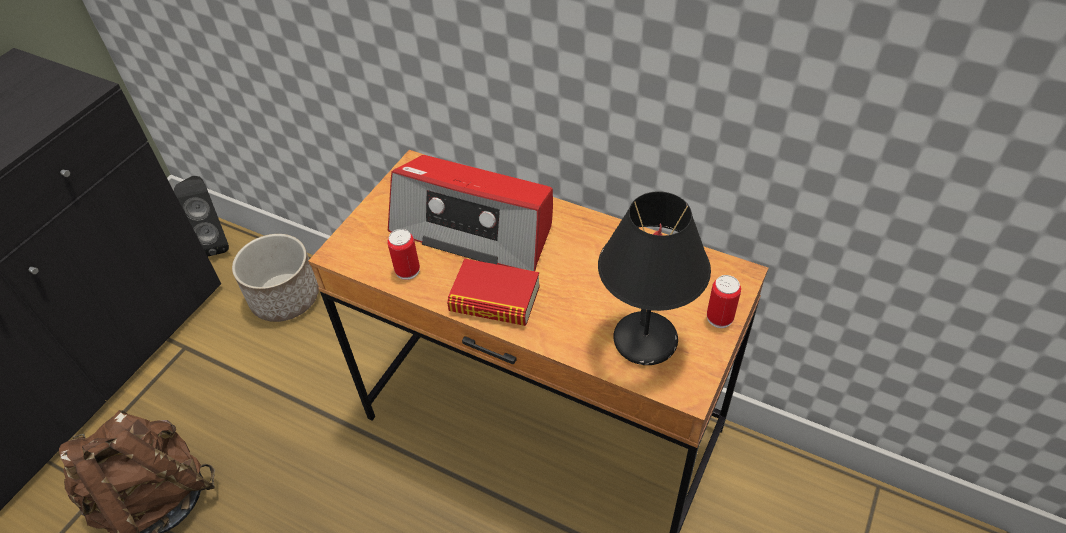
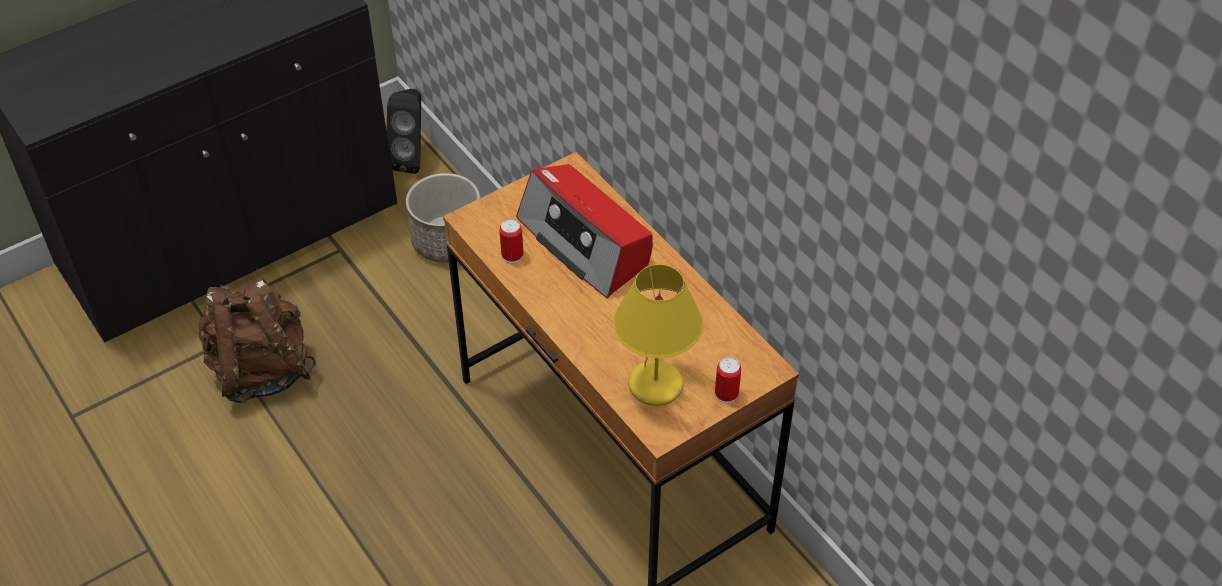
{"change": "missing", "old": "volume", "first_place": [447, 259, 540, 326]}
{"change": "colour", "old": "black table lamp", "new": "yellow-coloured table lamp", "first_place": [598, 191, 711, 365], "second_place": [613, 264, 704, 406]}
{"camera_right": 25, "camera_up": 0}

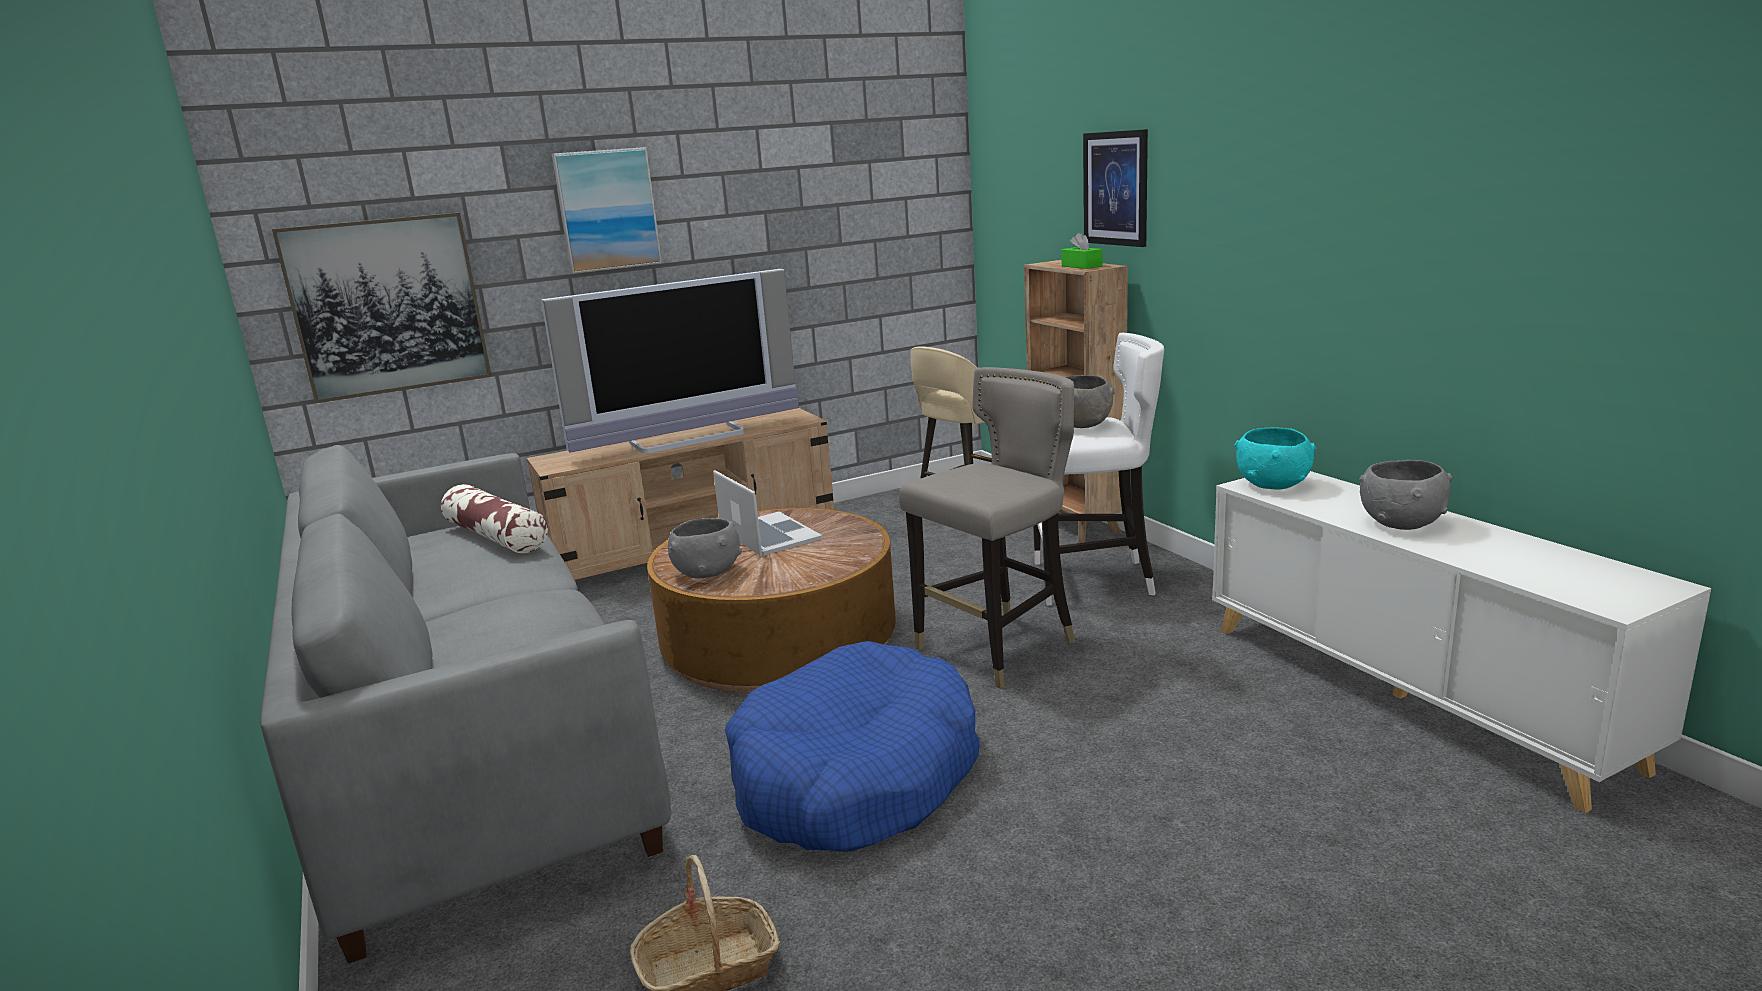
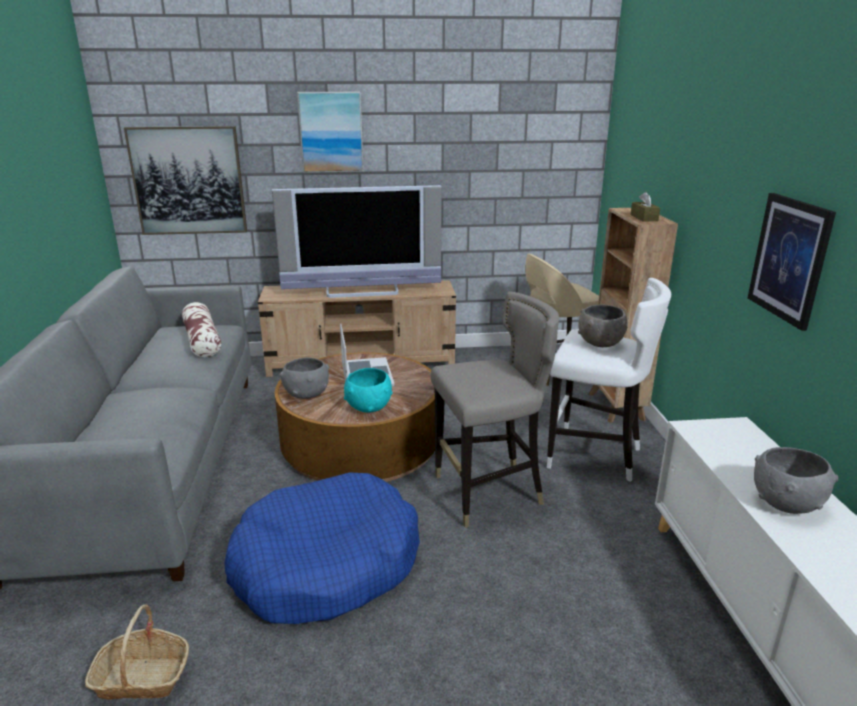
{"change": "colour", "old": "green tissue box", "new": "brown tissue box", "first_place": [1061, 232, 1102, 269], "second_place": [631, 192, 660, 222]}
{"change": "relocated", "old": "wall picture", "first_place": [1083, 129, 1148, 247], "second_place": [747, 193, 836, 331]}
{"change": "relocated", "old": "blue-green bowl", "first_place": [1234, 428, 1316, 490], "second_place": [344, 368, 392, 413]}
{"camera_right": 20, "camera_up": 5}

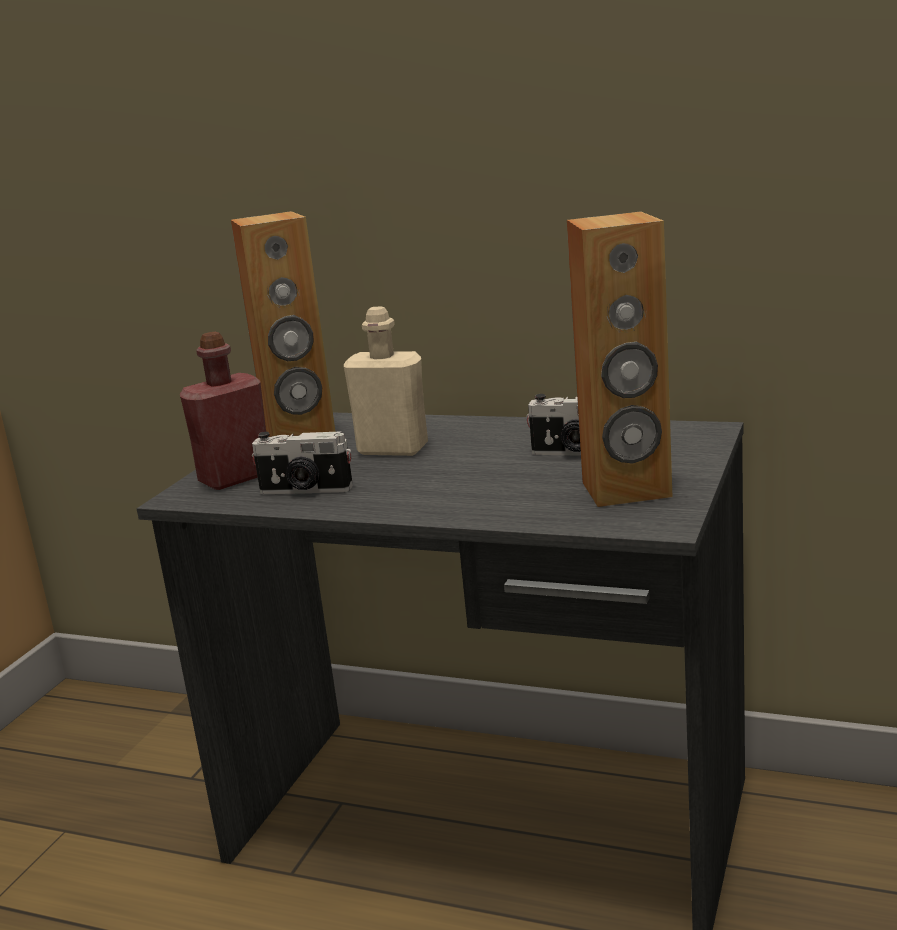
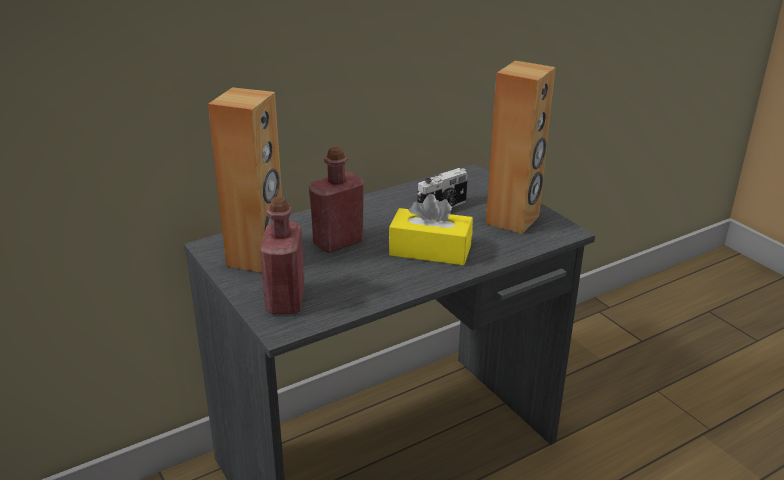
{"change": "missing", "old": "photo camera", "first_place": [252, 431, 353, 494]}
{"change": "colour", "old": "sand-coloured bottle", "new": "reddish bottle", "first_place": [344, 307, 428, 456], "second_place": [309, 147, 364, 253]}
{"change": "appeared", "new": "yellow-coloured tissue box", "second_place": [389, 194, 473, 265]}
{"camera_right": -55, "camera_up": 10}

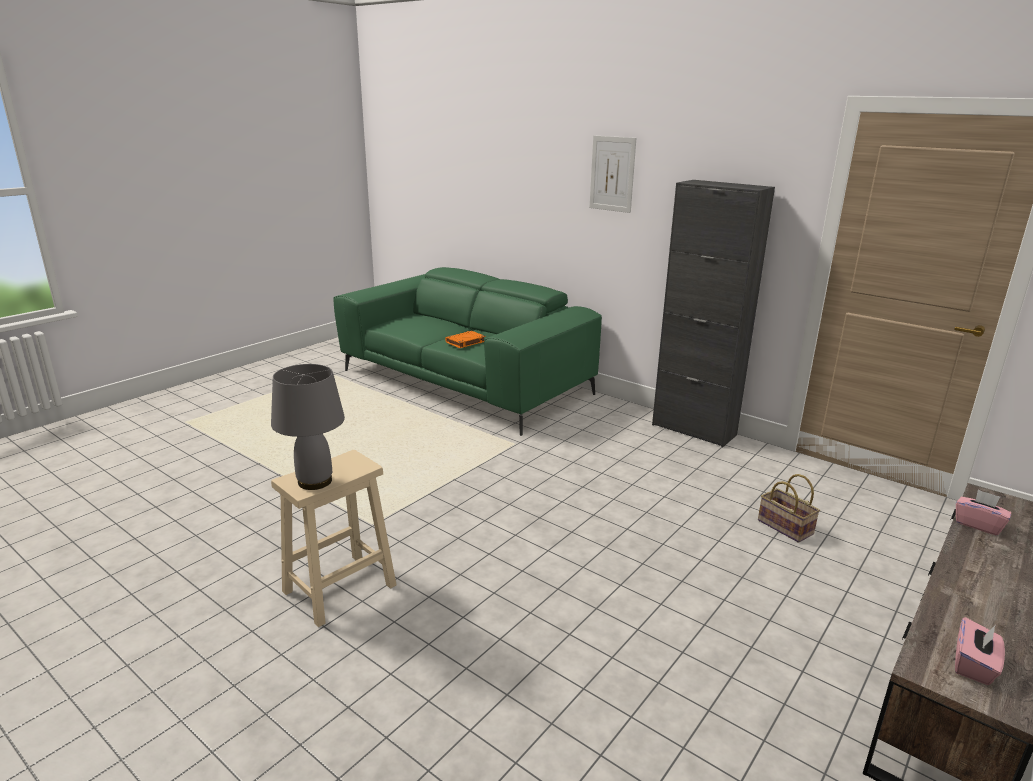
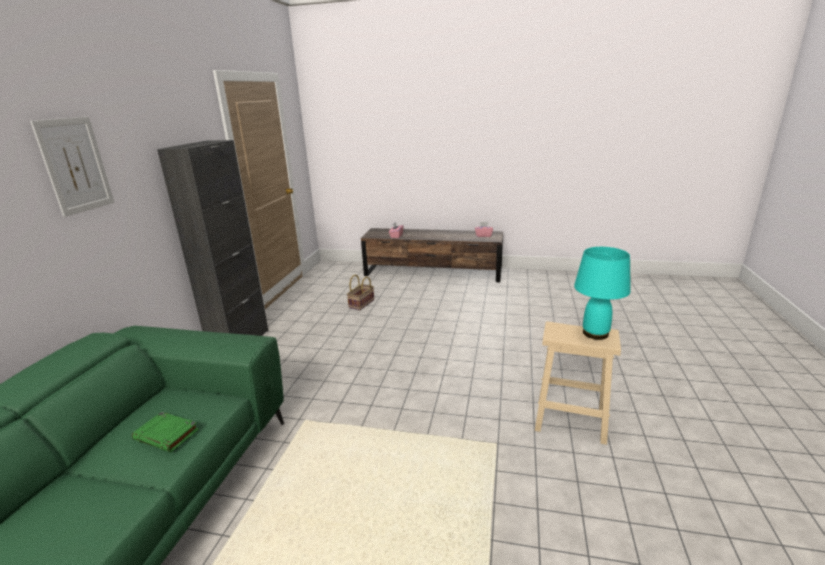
{"change": "colour", "old": "grey table lamp", "new": "blue-green table lamp", "first_place": [271, 364, 345, 490], "second_place": [574, 247, 631, 340]}
{"change": "colour", "old": "orangey volume", "new": "green volume", "first_place": [445, 331, 486, 348], "second_place": [132, 412, 199, 452]}
{"camera_right": -115, "camera_up": 0}

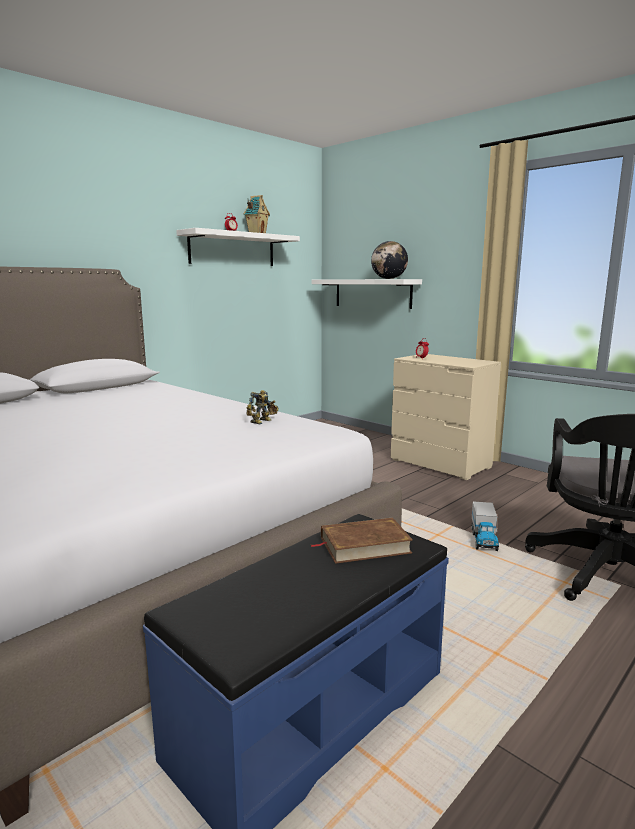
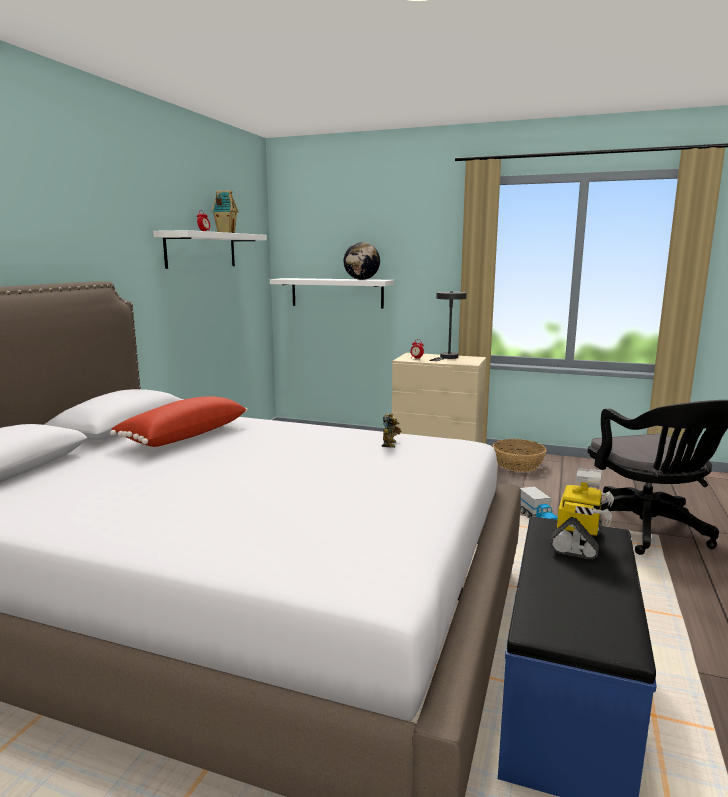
{"change": "exchanged", "old": "brown volume", "new": "robot figure", "first_place": [311, 518, 413, 564], "second_place": [550, 468, 614, 560]}
{"change": "appeared", "new": "reddish cushion", "second_place": [110, 396, 248, 447]}
{"change": "appeared", "new": "grey table lamp", "second_place": [430, 291, 467, 361]}
{"change": "appeared", "new": "storage basket", "second_place": [493, 439, 547, 472]}
{"camera_right": -25, "camera_up": 0}

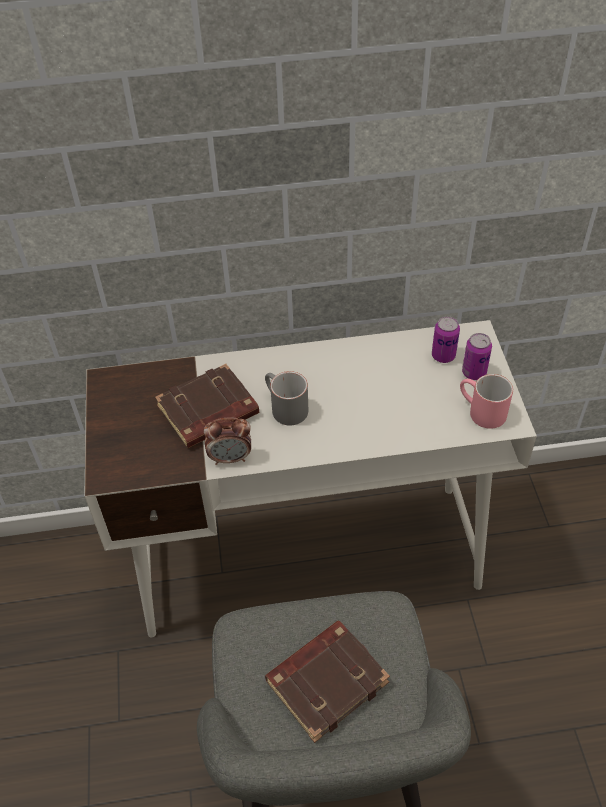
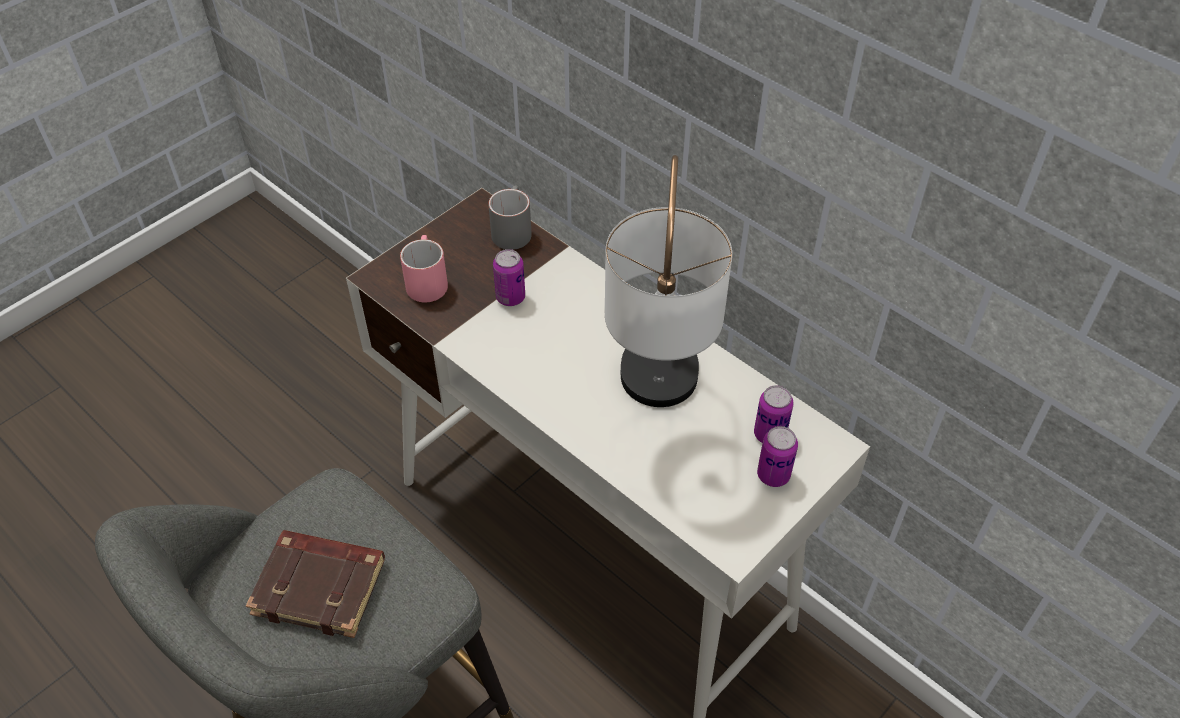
{"change": "exchanged", "old": "brown volume", "new": "metal can", "first_place": [155, 364, 259, 448], "second_place": [493, 249, 525, 306]}
{"change": "missing", "old": "alarm clock", "first_place": [204, 417, 251, 465]}
{"change": "relocated", "old": "grey mug", "first_place": [265, 371, 308, 425], "second_place": [488, 186, 532, 250]}
{"change": "relocated", "old": "pinkish mug", "first_place": [460, 374, 513, 429], "second_place": [400, 235, 448, 302]}
{"change": "appeared", "new": "table lamp", "second_place": [605, 155, 732, 407]}
{"camera_right": 50, "camera_up": 0}

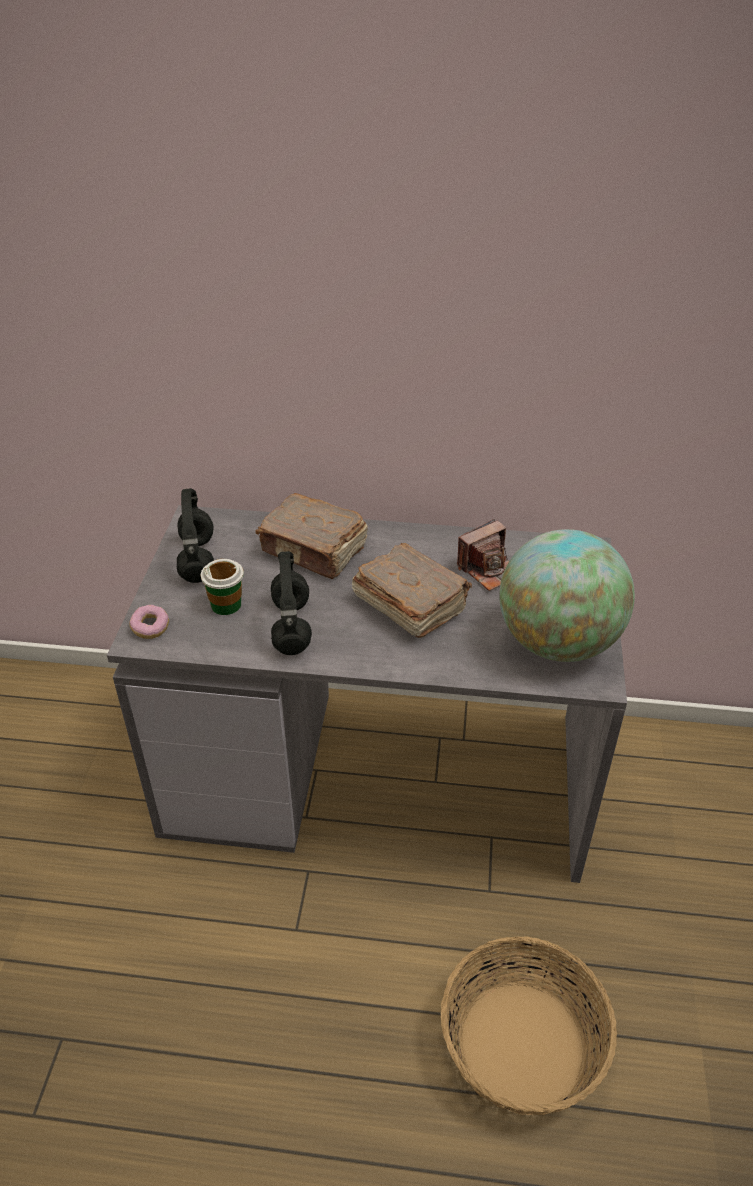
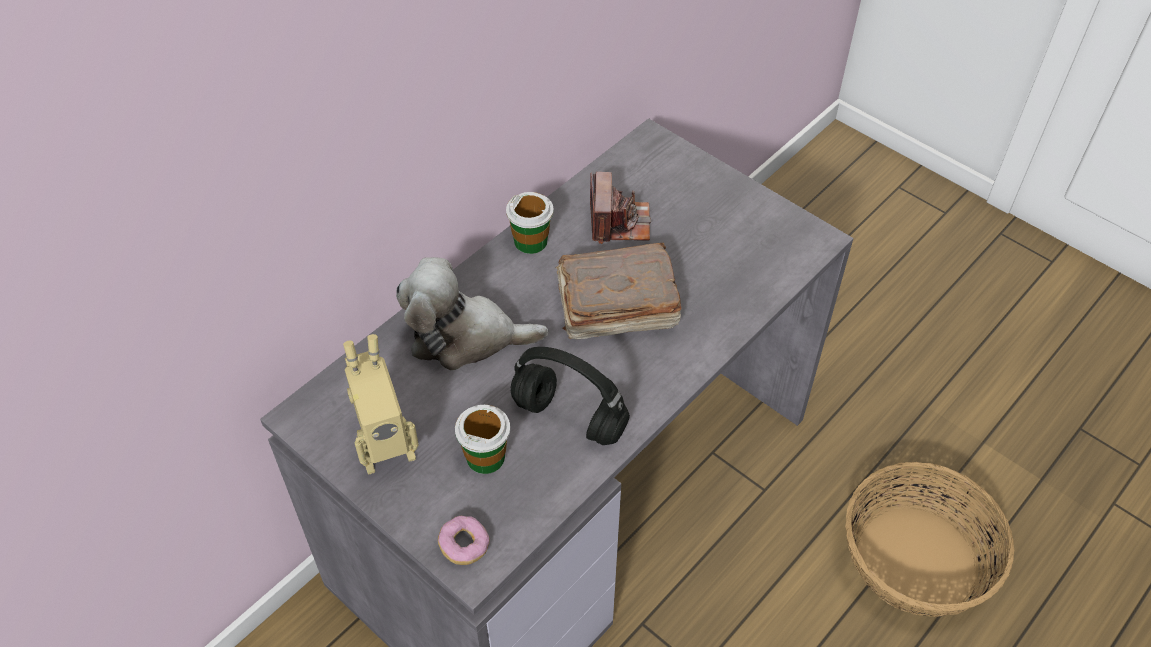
{"change": "exchanged", "old": "black headset", "new": "robot figure", "first_place": [177, 488, 214, 583], "second_place": [343, 334, 419, 474]}
{"change": "exchanged", "old": "brown volume", "new": "plush toy", "first_place": [255, 493, 368, 579], "second_place": [396, 257, 548, 371]}
{"change": "missing", "old": "globe", "first_place": [499, 529, 635, 662]}
{"change": "appeared", "new": "drinking cup", "second_place": [506, 192, 553, 254]}
{"camera_right": -55, "camera_up": 10}

